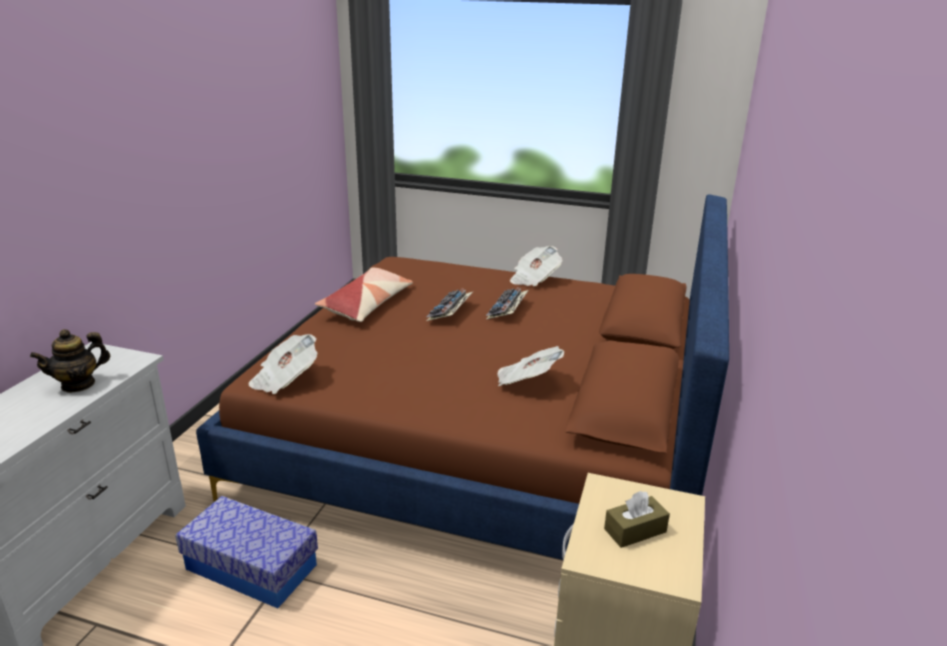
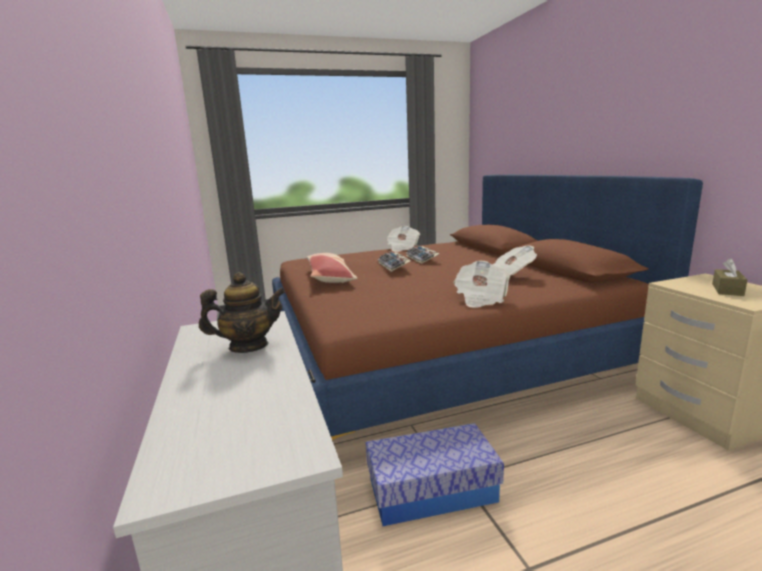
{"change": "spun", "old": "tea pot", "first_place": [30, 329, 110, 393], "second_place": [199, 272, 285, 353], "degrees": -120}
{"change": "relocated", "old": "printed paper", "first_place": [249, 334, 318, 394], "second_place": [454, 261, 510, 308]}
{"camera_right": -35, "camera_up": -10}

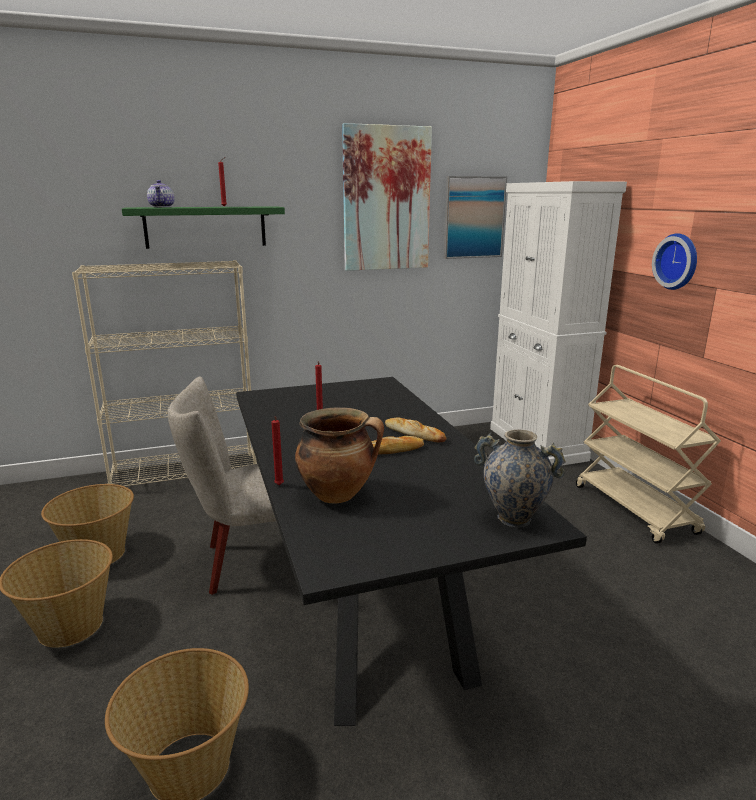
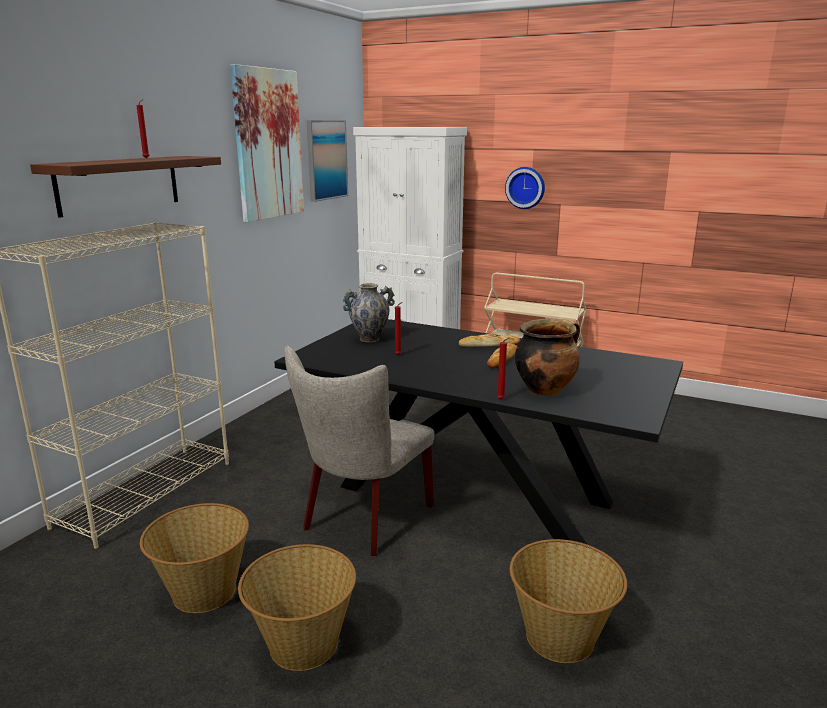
{"change": "colour", "old": "green wall shelf", "new": "brown wall shelf", "first_place": [122, 206, 285, 249], "second_place": [30, 156, 221, 218]}
{"change": "missing", "old": "tea pot", "first_place": [147, 180, 175, 207]}
{"change": "relocated", "old": "decorative vase", "first_place": [474, 429, 566, 527], "second_place": [343, 283, 395, 342]}
{"camera_right": -45, "camera_up": 0}

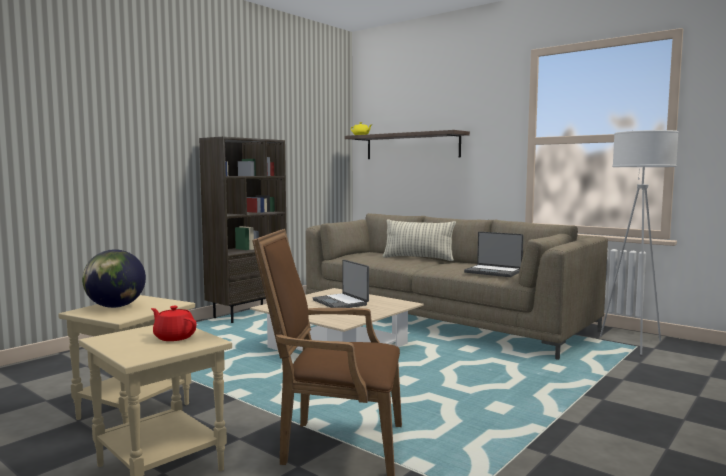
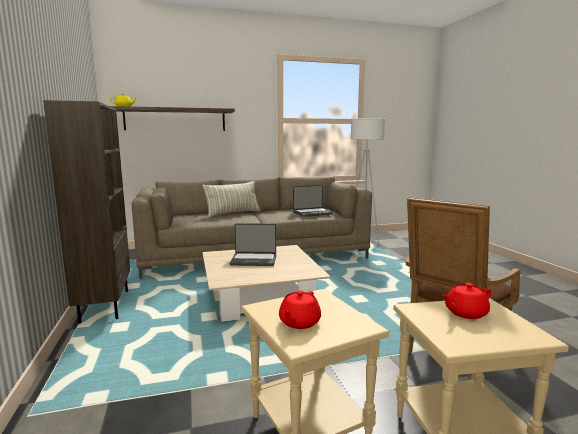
{"change": "exchanged", "old": "globe", "new": "reddish tea pot", "first_place": [82, 249, 146, 308], "second_place": [279, 290, 321, 329]}
{"camera_right": -55, "camera_up": 5}

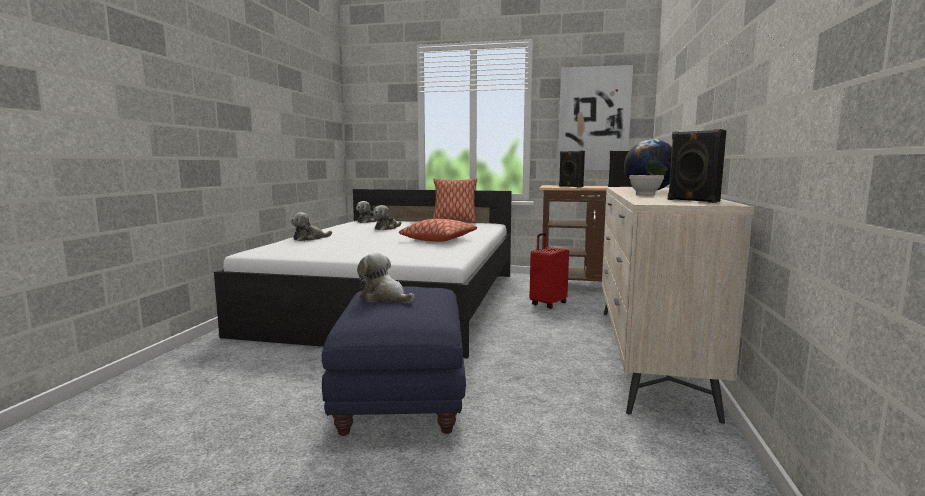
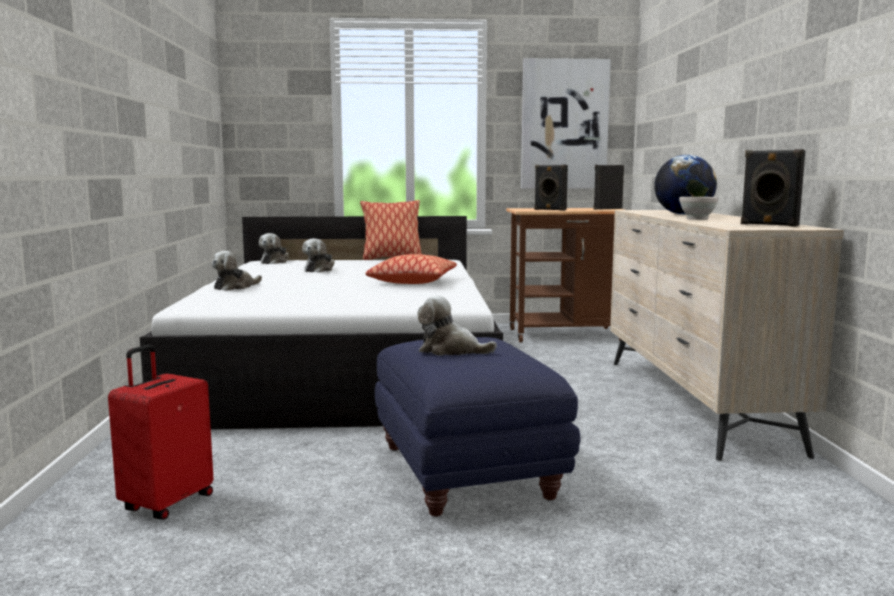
{"change": "relocated", "old": "reddish suitcase", "first_place": [529, 233, 569, 309], "second_place": [108, 344, 213, 520]}
{"camera_right": -15, "camera_up": 0}

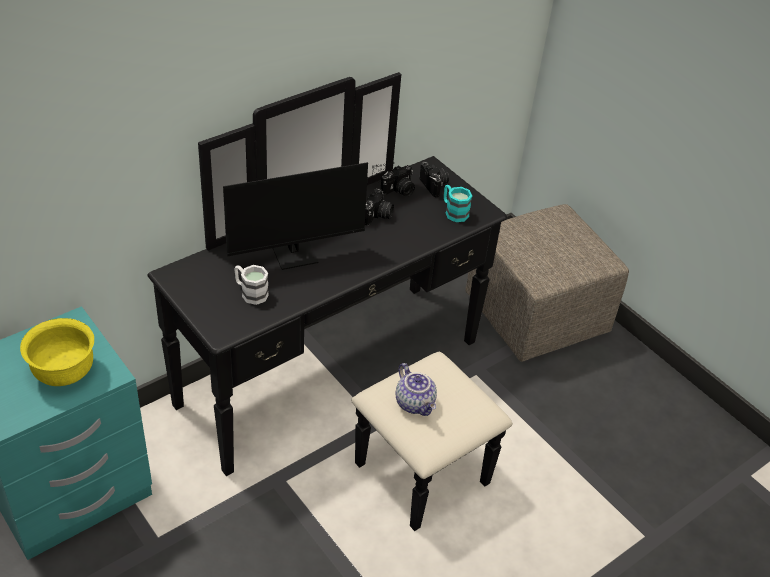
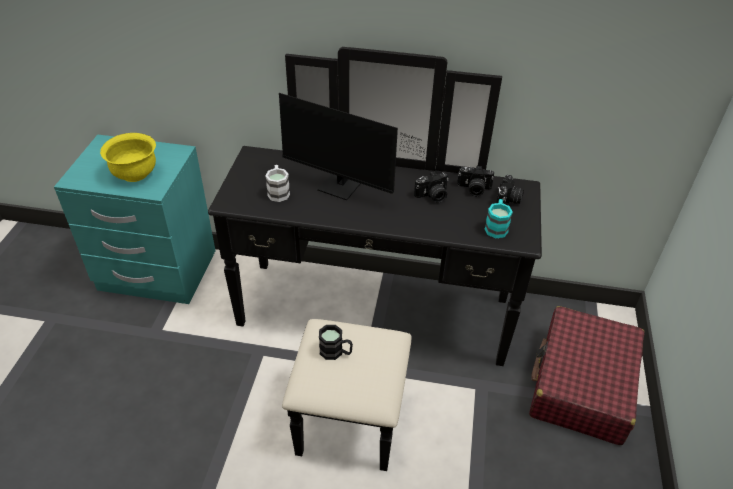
{"change": "exchanged", "old": "tea pot", "new": "black mug", "first_place": [396, 363, 437, 416], "second_place": [319, 325, 353, 360]}
{"change": "exchanged", "old": "sand-coloured ottoman", "new": "reddish suitcase", "first_place": [465, 204, 629, 362], "second_place": [529, 306, 645, 445]}
{"camera_right": 50, "camera_up": 0}

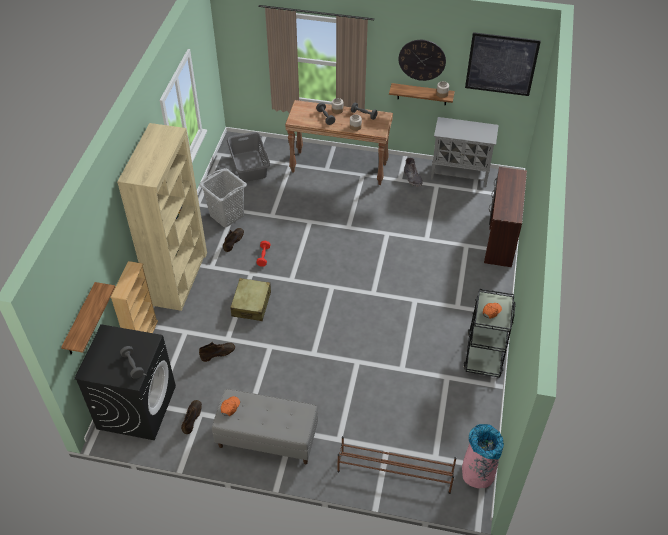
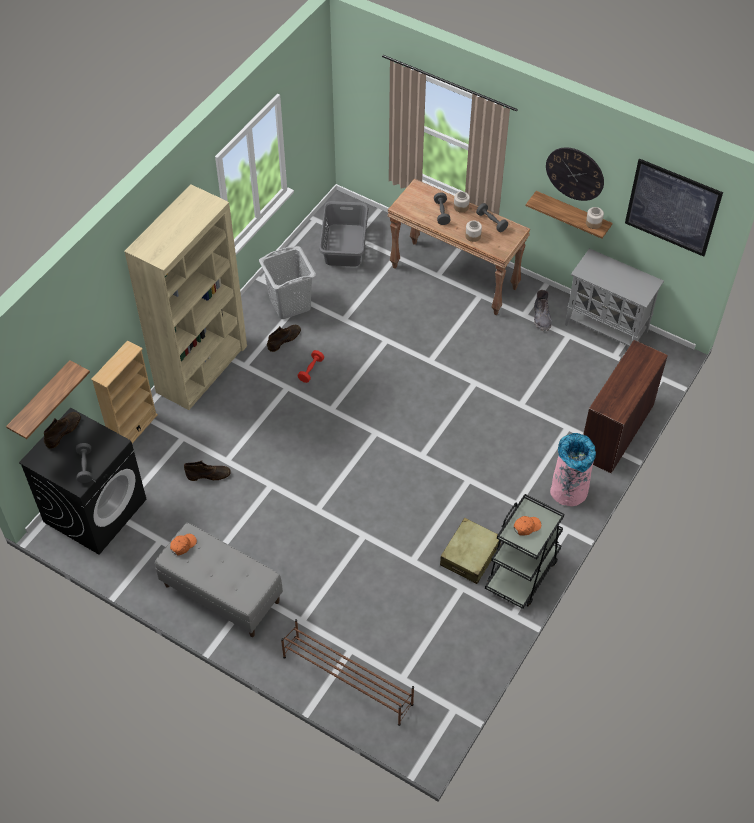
{"change": "relocated", "old": "brown high-top boot", "first_place": [181, 400, 202, 434], "second_place": [44, 412, 81, 448]}
{"change": "relocated", "old": "sand-coloured suitcase", "first_place": [230, 278, 271, 321], "second_place": [440, 518, 501, 584]}
{"change": "relocated", "old": "pinkish trash can", "first_place": [462, 424, 504, 489], "second_place": [550, 433, 596, 507]}
{"camera_right": 20, "camera_up": 5}

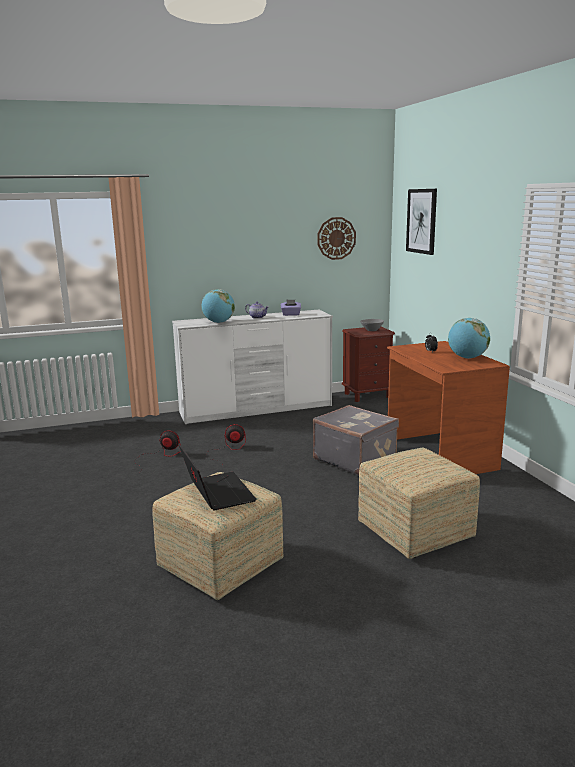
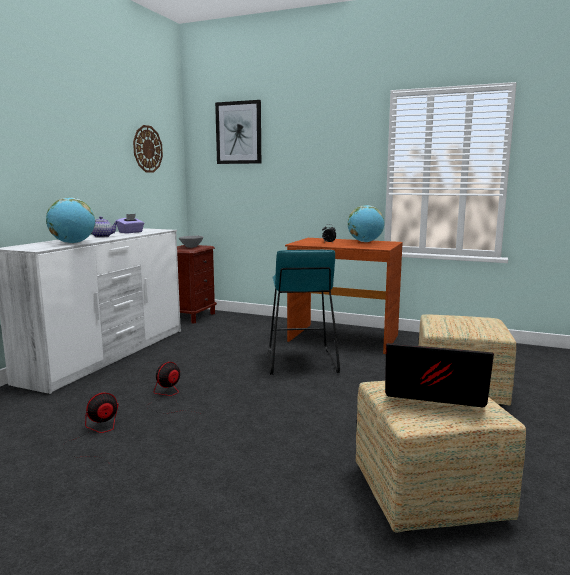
{"change": "exchanged", "old": "grey suitcase", "new": "blue-green sitting stool", "first_place": [313, 405, 399, 476], "second_place": [268, 250, 340, 375]}
{"camera_right": -50, "camera_up": -5}

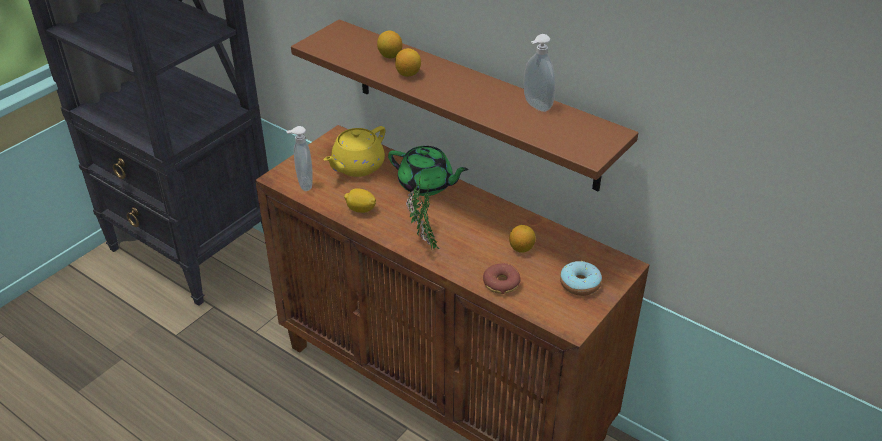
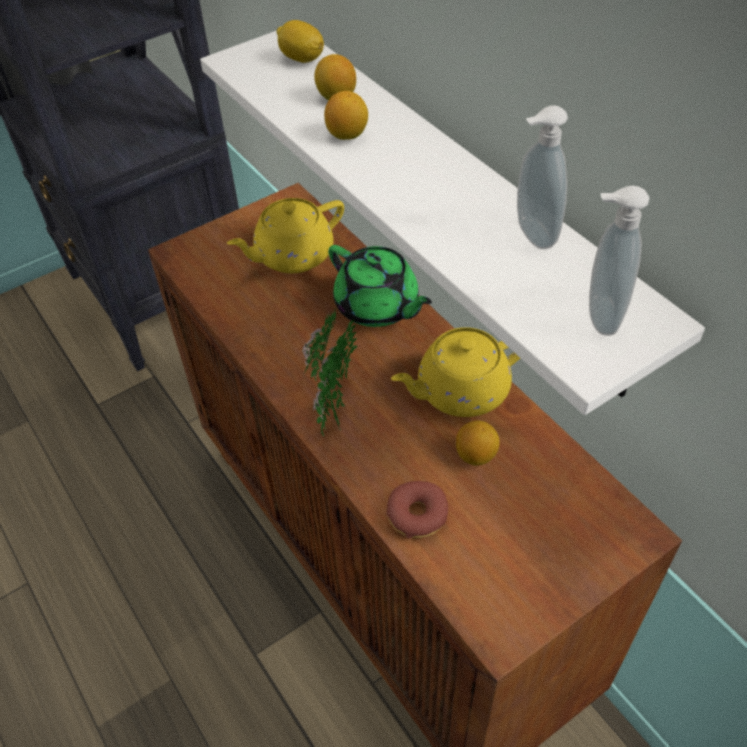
{"change": "relocated", "old": "soap dispenser", "first_place": [286, 126, 313, 191], "second_place": [589, 186, 650, 336]}
{"change": "colour", "old": "brown wall shelf", "new": "whitish wall shelf", "first_place": [291, 19, 638, 191], "second_place": [200, 31, 705, 415]}
{"change": "relocated", "old": "citrus fruit", "first_place": [344, 188, 376, 213], "second_place": [276, 20, 324, 63]}
{"change": "missing", "old": "ring doughnut", "first_place": [560, 261, 602, 296]}
{"change": "appeared", "new": "yellow-coloured tea pot", "second_place": [391, 327, 520, 417]}
{"camera_right": 20, "camera_up": 10}

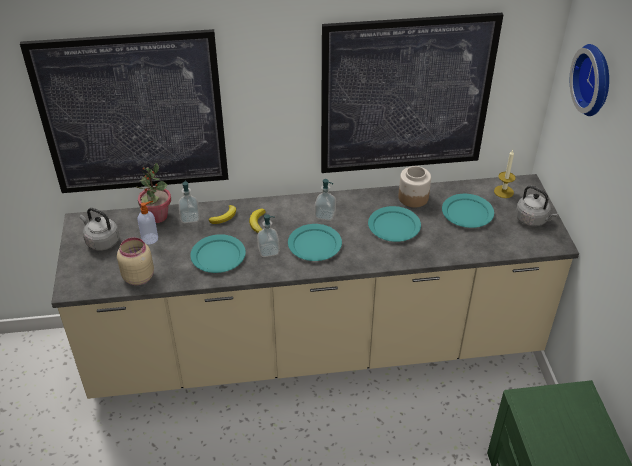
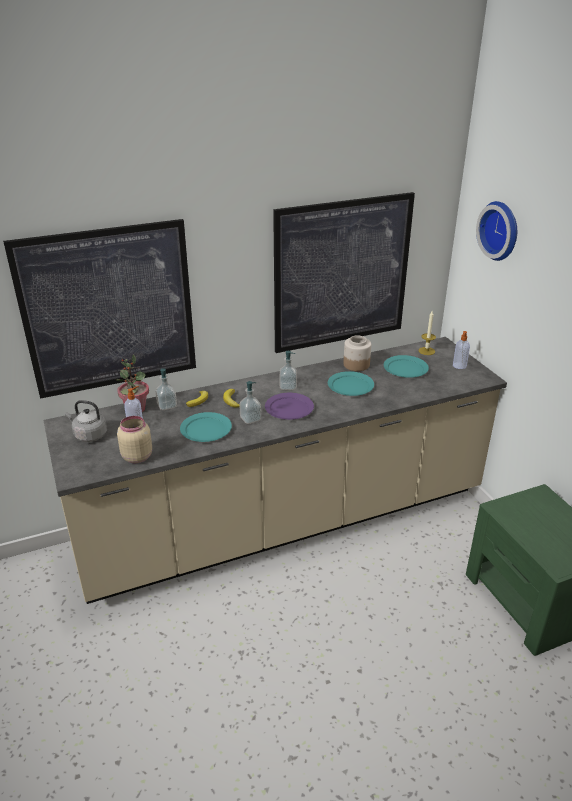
{"change": "colour", "old": "blue-green dinner plate", "new": "purple dinner plate", "first_place": [288, 224, 342, 261], "second_place": [265, 393, 314, 420]}
{"change": "exchanged", "old": "grey water kettle", "new": "soap dispenser", "first_place": [515, 186, 558, 226], "second_place": [453, 331, 470, 369]}
{"camera_right": -15, "camera_up": -10}

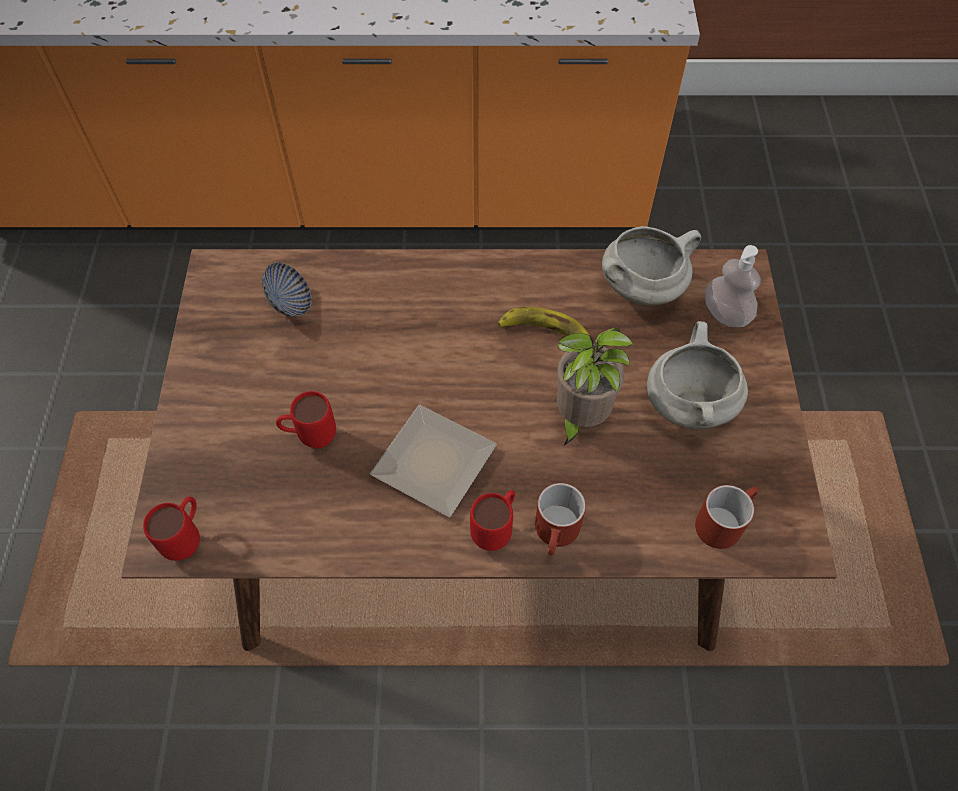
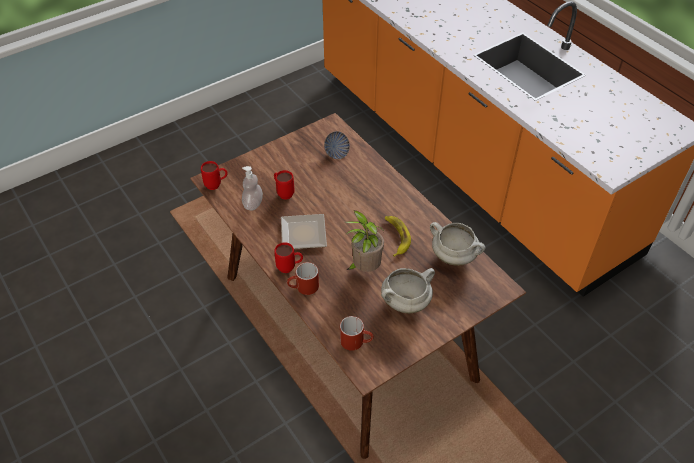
{"change": "relocated", "old": "soap dispenser", "first_place": [705, 245, 761, 327], "second_place": [242, 166, 263, 210]}
{"camera_right": 55, "camera_up": -10}

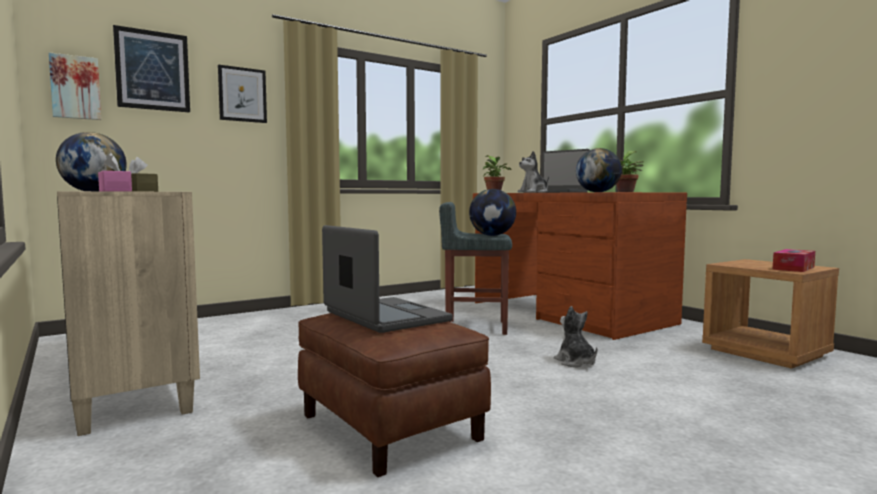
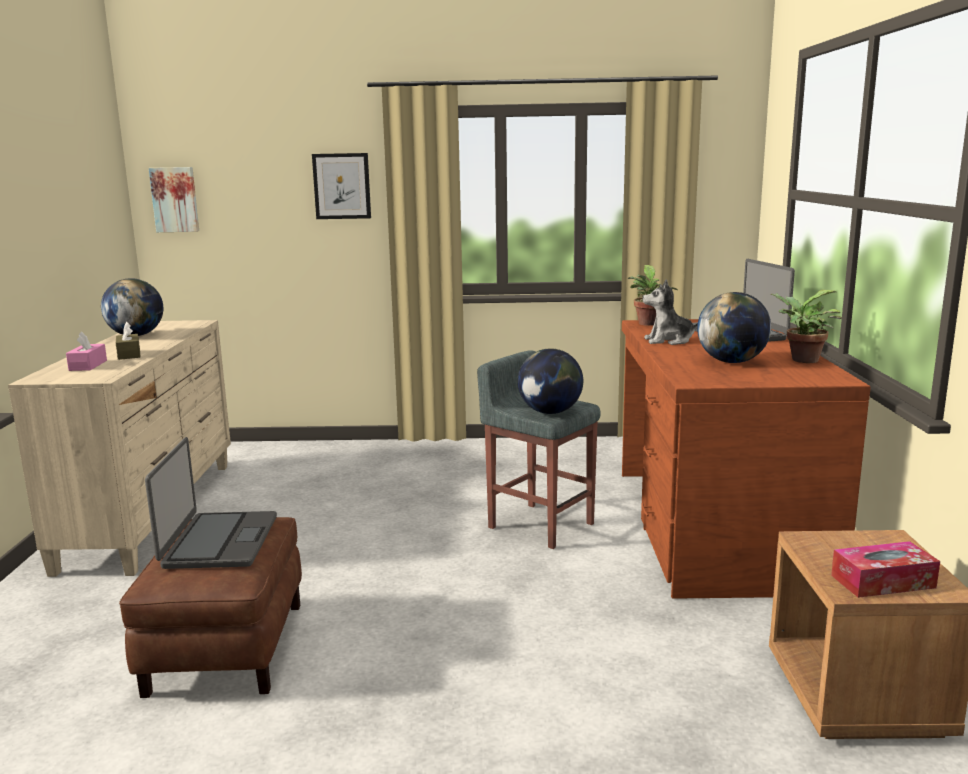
{"change": "missing", "old": "wall picture", "first_place": [113, 25, 190, 113]}
{"change": "missing", "old": "plush toy", "first_place": [554, 306, 597, 368]}
{"camera_right": 35, "camera_up": 10}

